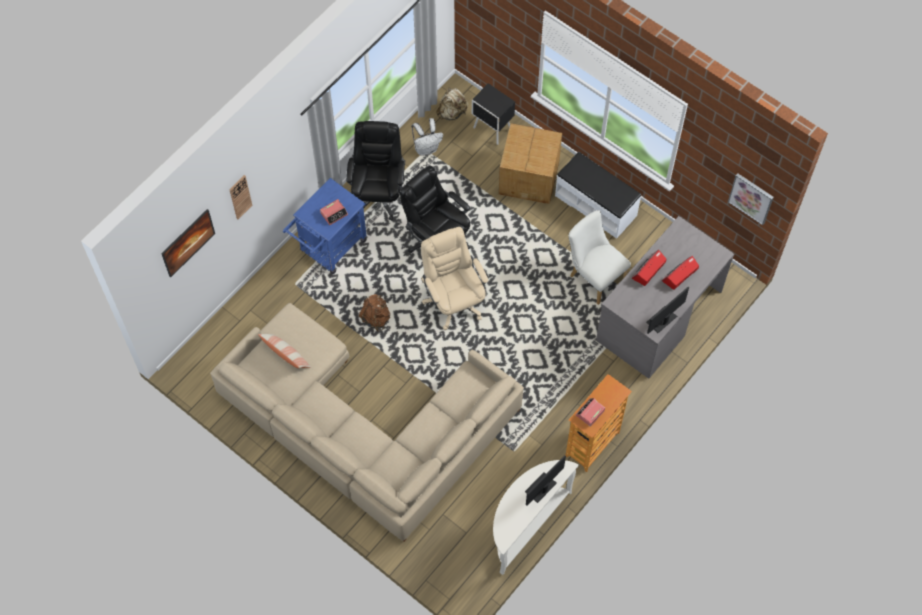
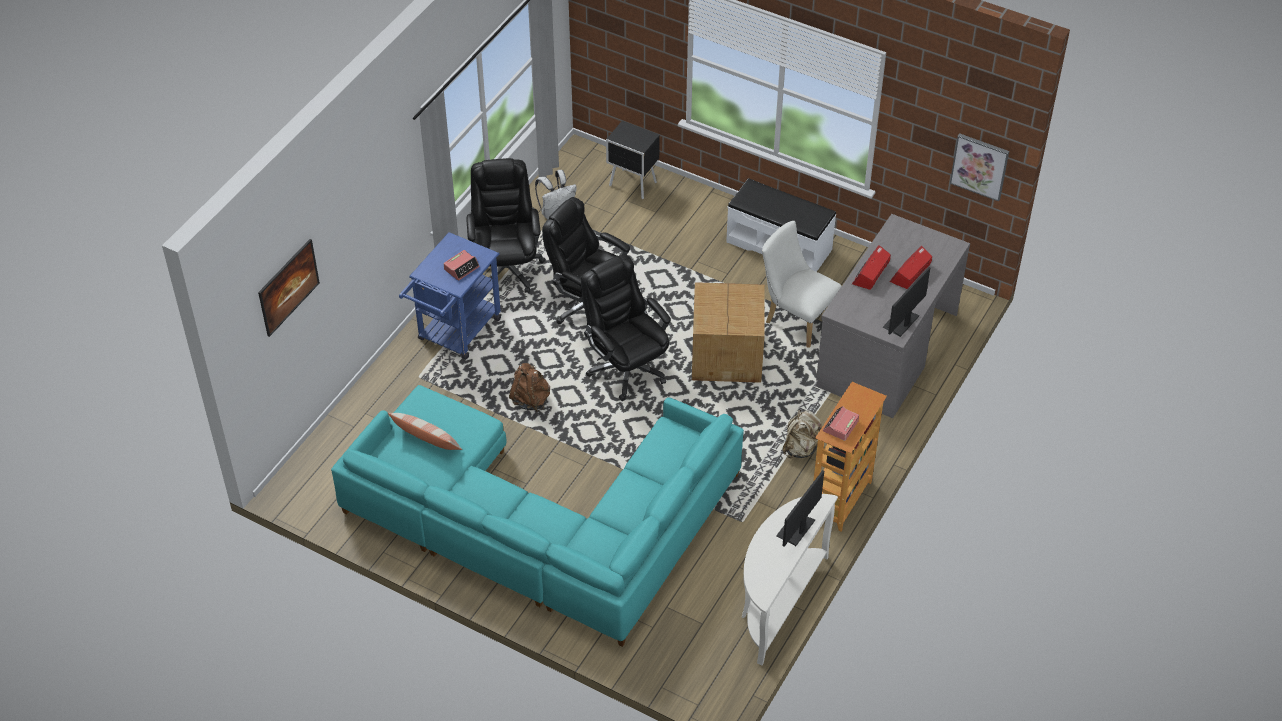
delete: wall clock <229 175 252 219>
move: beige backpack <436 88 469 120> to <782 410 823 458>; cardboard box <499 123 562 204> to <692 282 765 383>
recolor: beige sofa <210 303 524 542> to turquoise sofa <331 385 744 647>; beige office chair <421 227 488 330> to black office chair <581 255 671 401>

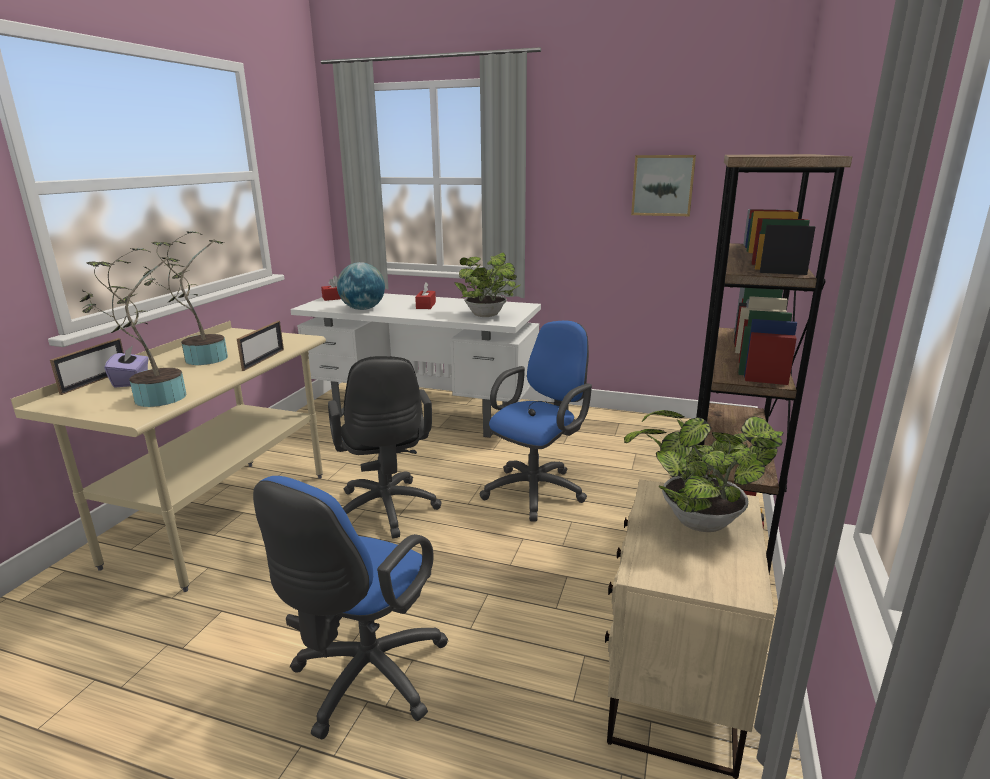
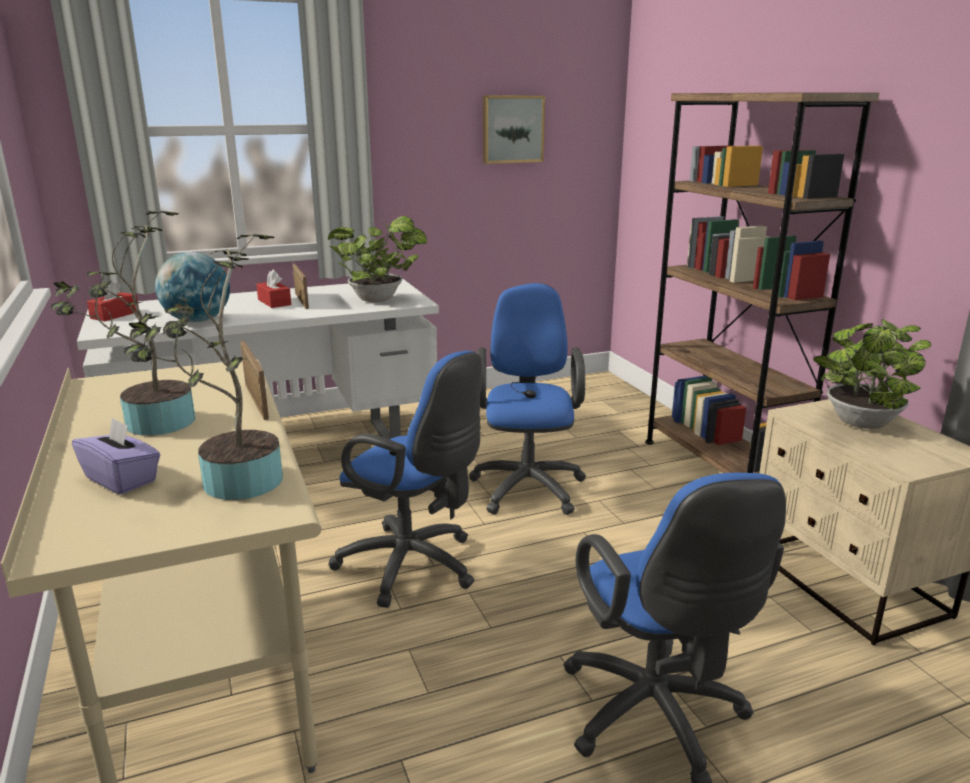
move: picture frame <50 338 124 395> to <292 264 309 309>
recolor: black office chair <328 356 441 538> to blue office chair <329 351 482 608>

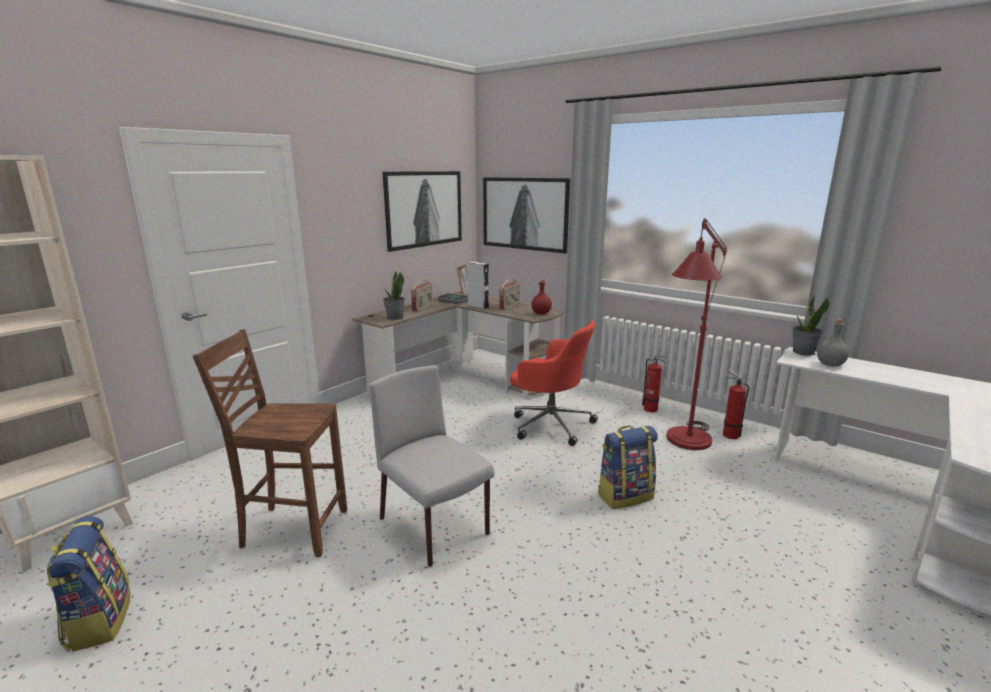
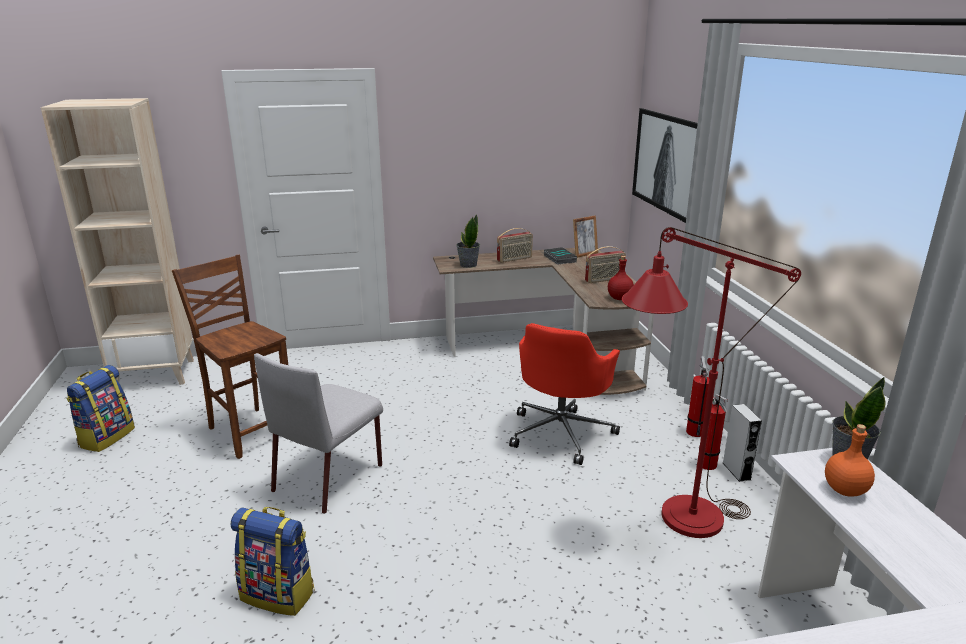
delete: picture <383 171 462 252>
move: grey speaker <467 262 489 309> to <723 404 762 482>; backpack <598 426 658 509> to <231 507 314 616>; fire extinguisher <723 370 749 439> to <686 356 709 437>
recolor: grey bottle <817 319 849 367> to orange bottle <825 424 875 497>
rotate: grey chair <369 365 495 567> = <254 353 383 514> 150 degrees counterclockwise; red office chair <510 321 598 446> = <509 323 620 465> 45 degrees clockwise

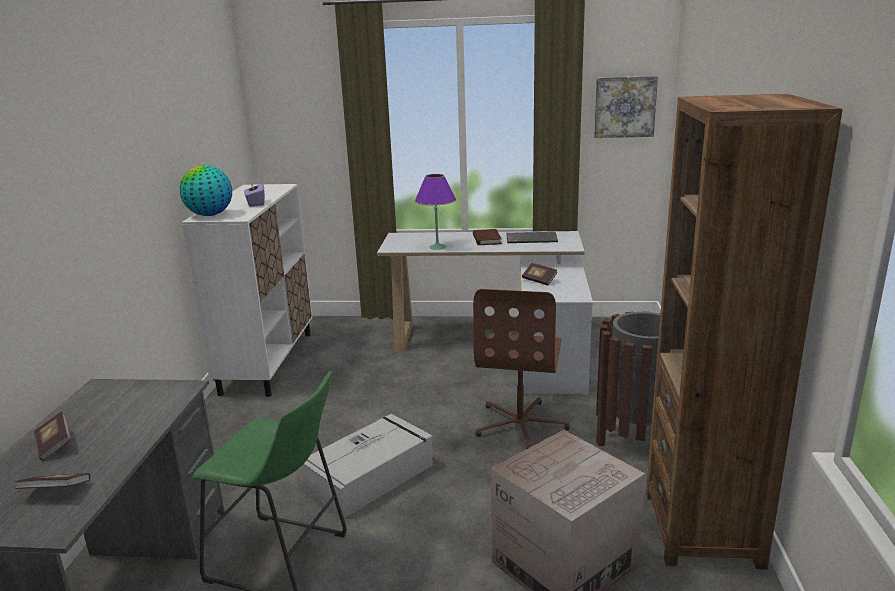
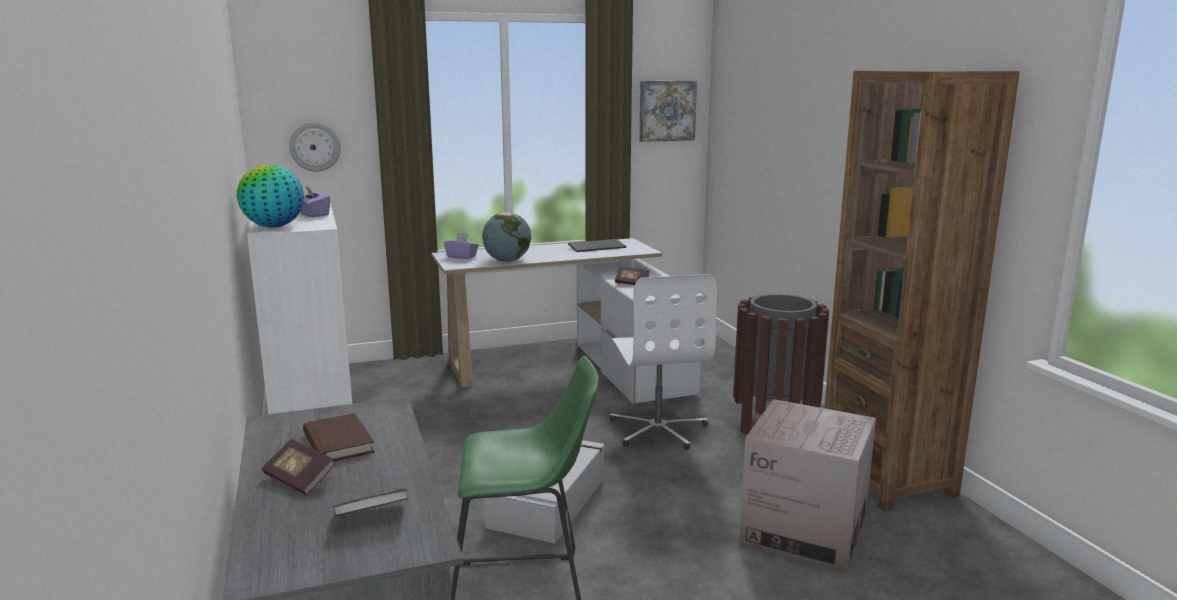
insert: wall clock <289 122 341 172>; purple tissue box <444 233 479 259>
move: brown book <473 229 502 245> to <303 413 375 462>
replace: purple table lamp <415 174 456 250> to globe <482 212 531 262>
recolor: brown office chair <473 289 570 449> to white office chair <610 274 717 450>

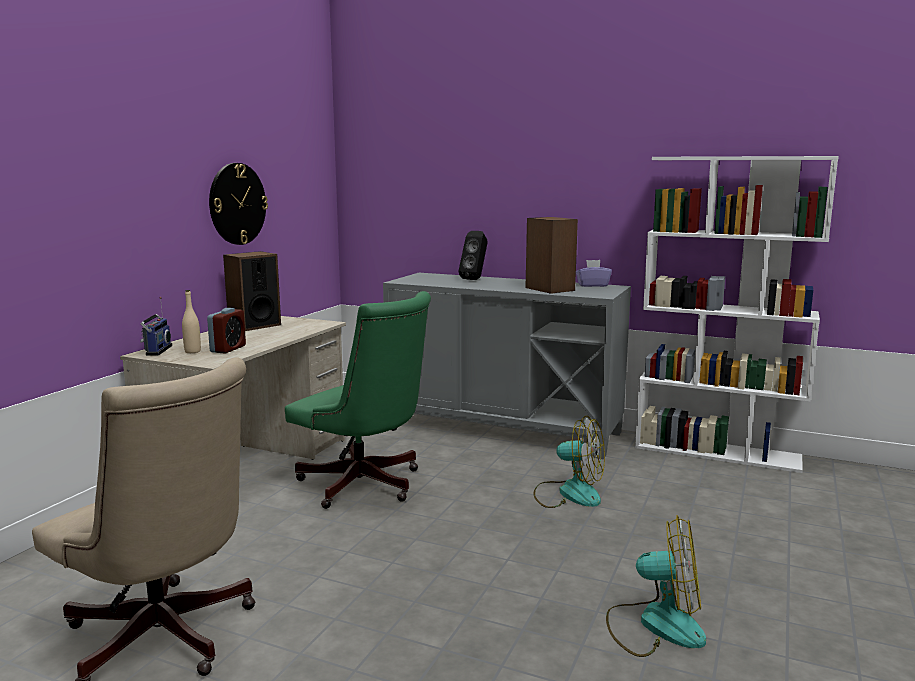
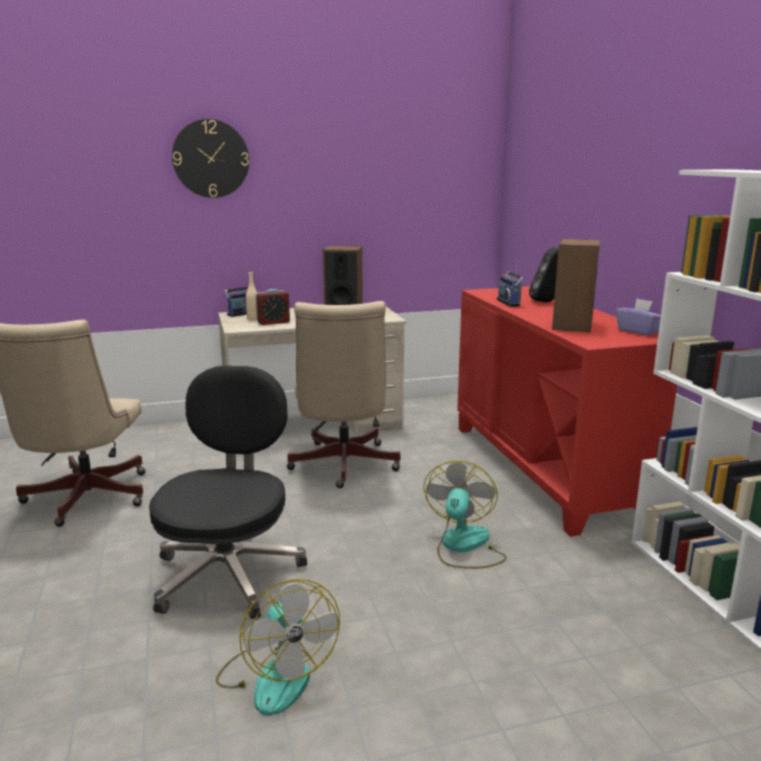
insert: black office chair <149 365 307 619>; radio <497 260 524 307>
move: wall clock <209 163 268 245> to <172 119 249 198>
recolor: green office chair <285 291 431 509> to beige office chair <287 301 400 488>; grey cabinet <383 273 631 459> to red cabinet <457 286 677 537>
rotate: fan <533 416 605 508> = <423 460 507 569> 150 degrees counterclockwise

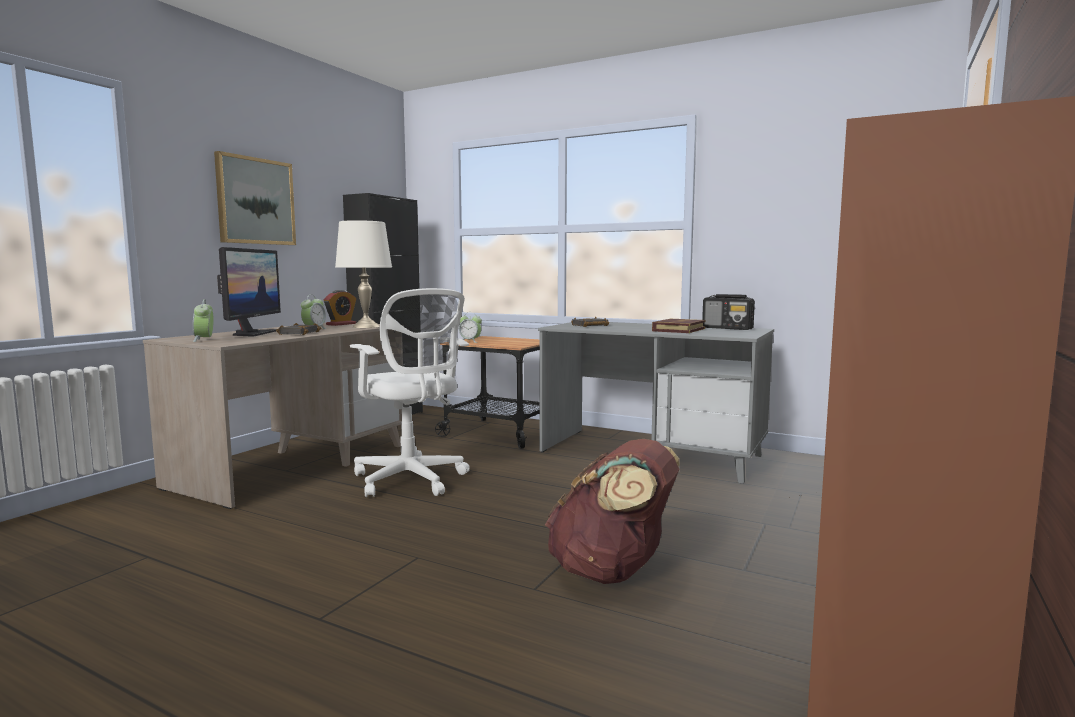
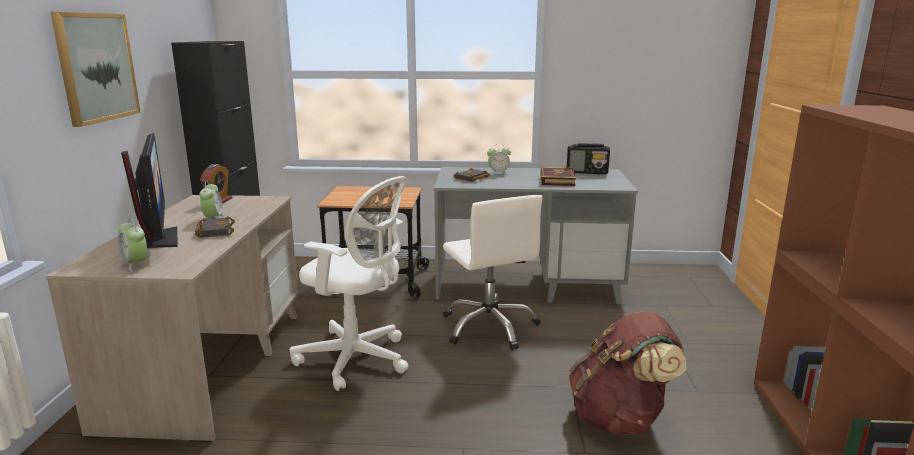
delete: white table lamp <335 220 392 328>
insert: white office chair <443 195 543 350>
move: alarm clock <459 312 482 343> to <487 144 511 175>

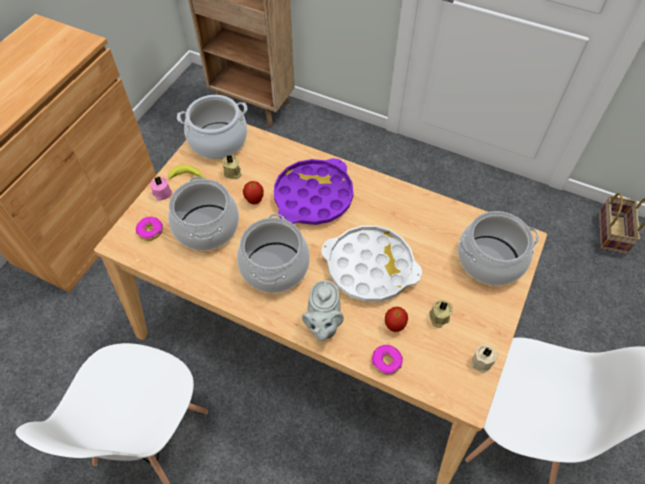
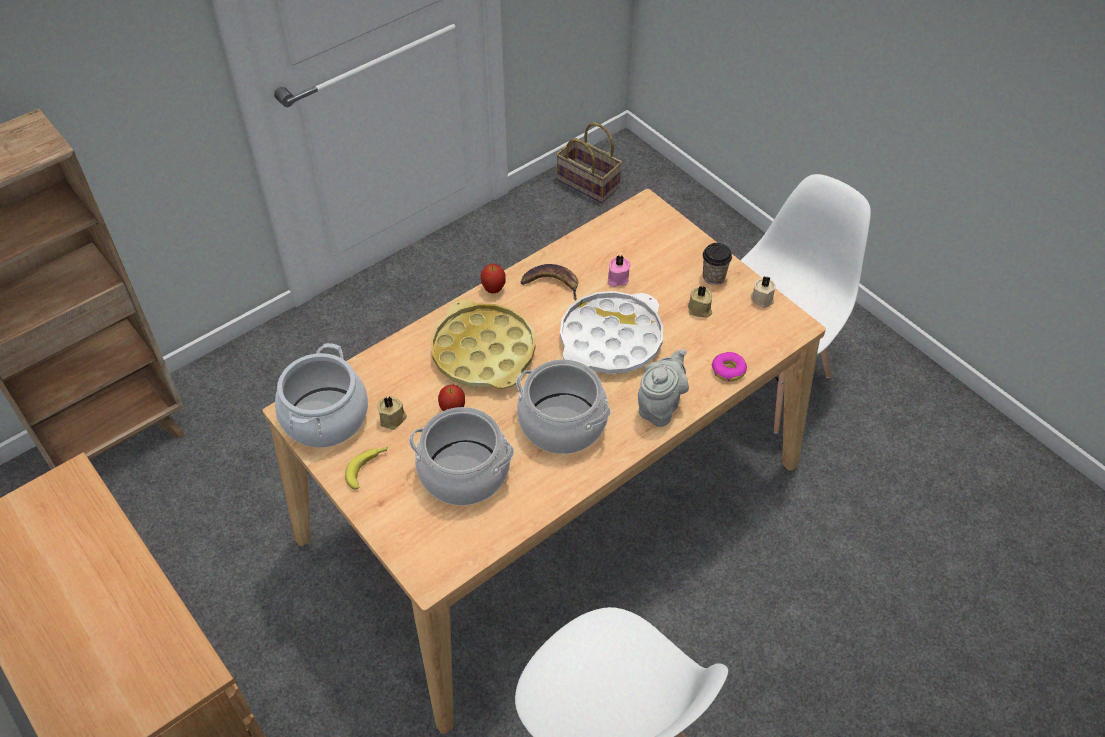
delete: donut <136 217 163 241>; cooking pot <458 211 539 286>
insert: banana <520 264 578 300>; cup <703 243 732 285>
move: pink candle <150 177 172 201> to <608 255 631 287>; apple <385 307 408 332> to <481 264 506 293>
recolor: purple tray <274 158 354 225> to yellow tray <431 300 536 389>
rotate: grey teapot <302 280 344 341> = <638 349 689 427> 90 degrees counterclockwise

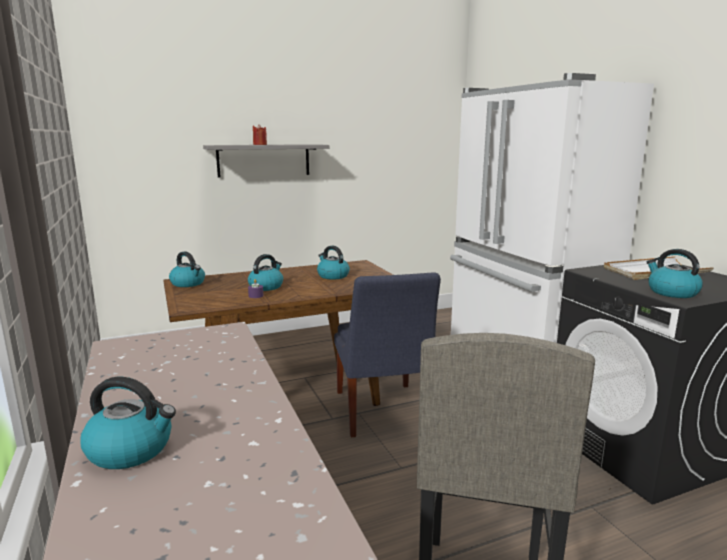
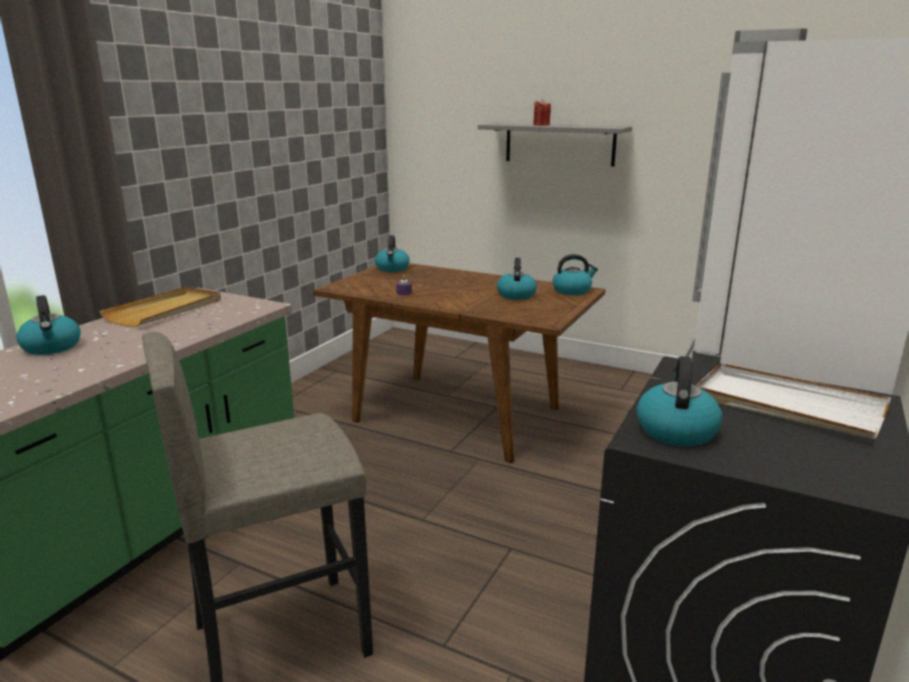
delete: blue chair <334 272 441 437>
insert: beige tray <99 287 221 327>
move: kettle <248 254 283 291> to <553 254 598 295>

